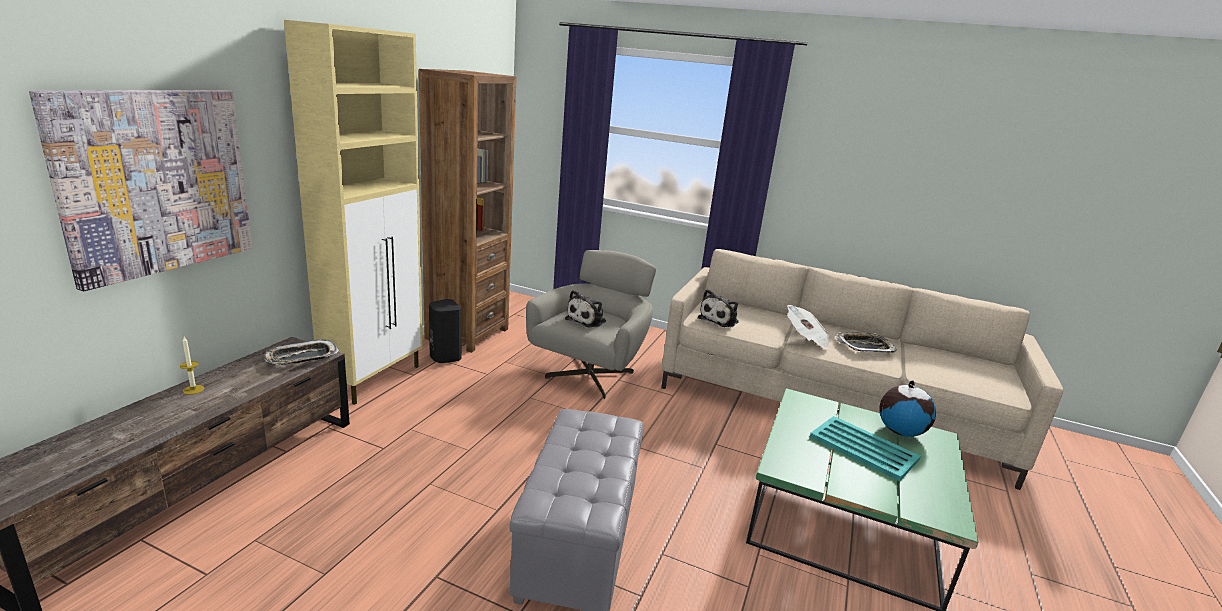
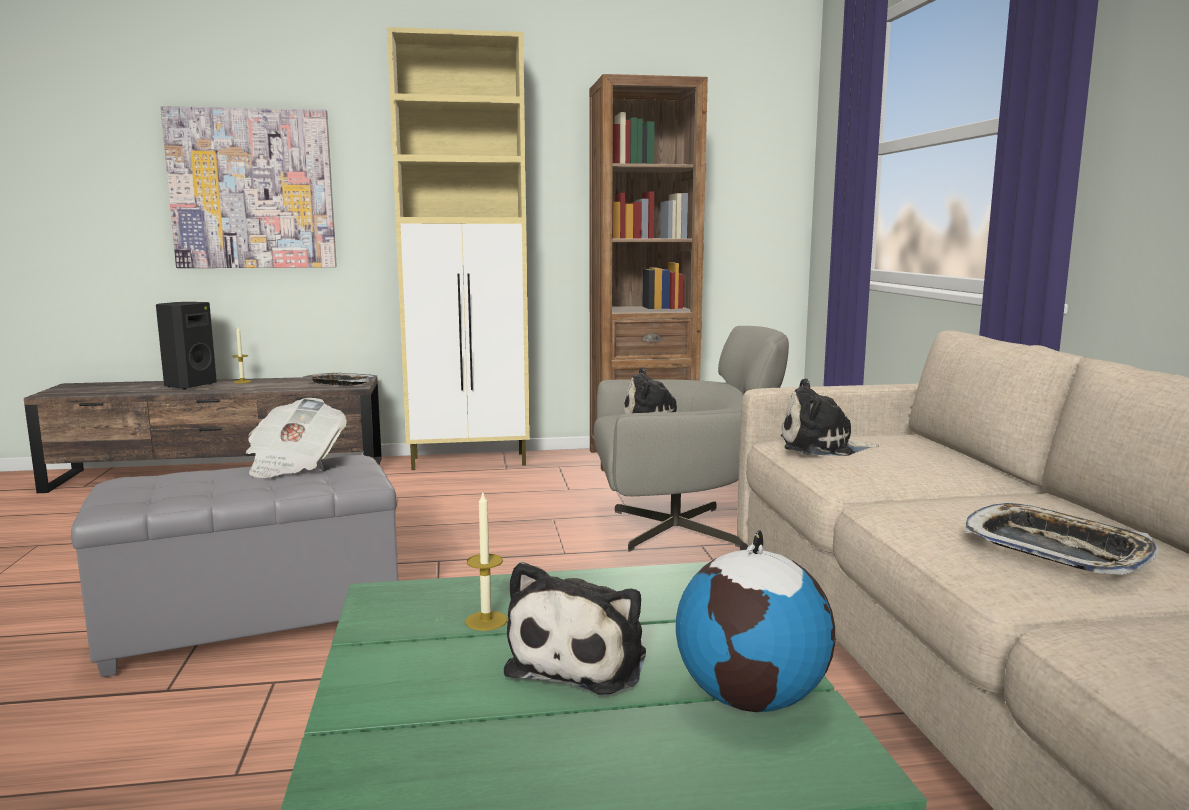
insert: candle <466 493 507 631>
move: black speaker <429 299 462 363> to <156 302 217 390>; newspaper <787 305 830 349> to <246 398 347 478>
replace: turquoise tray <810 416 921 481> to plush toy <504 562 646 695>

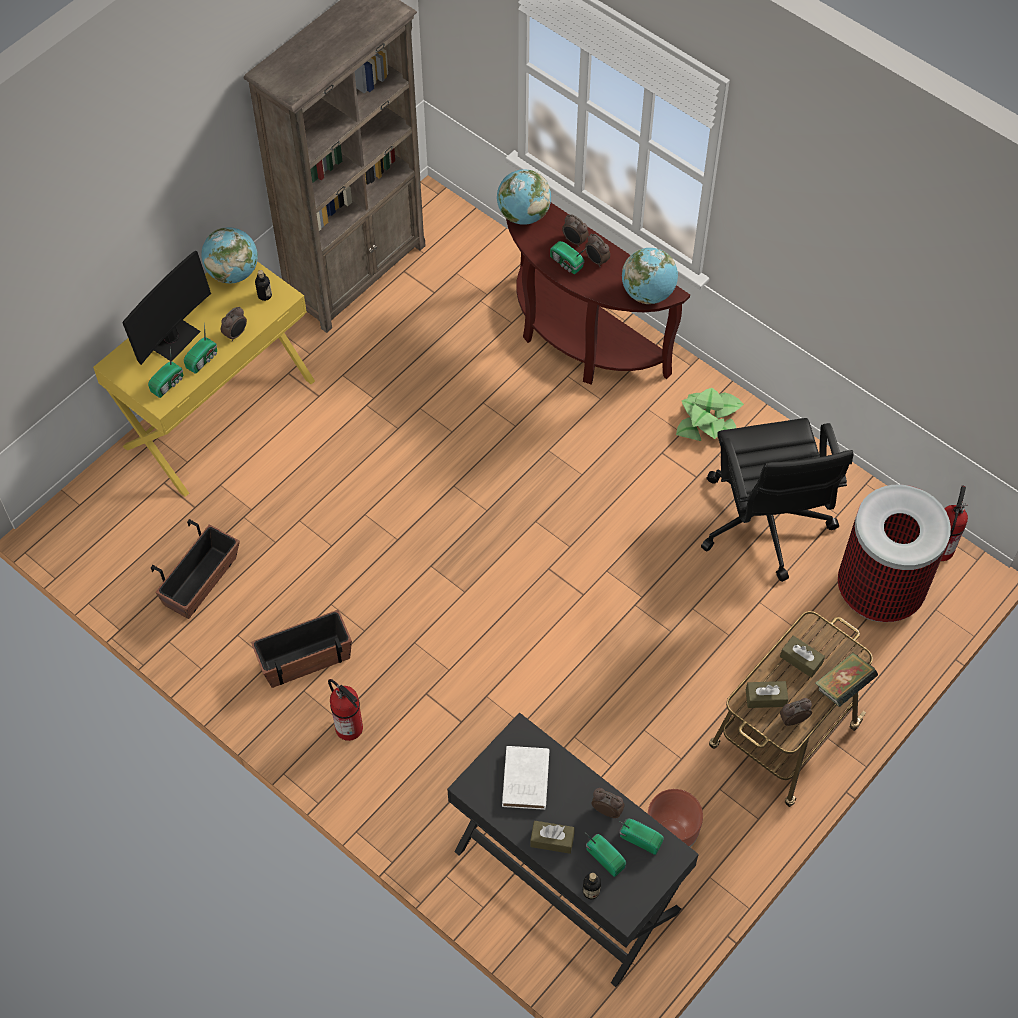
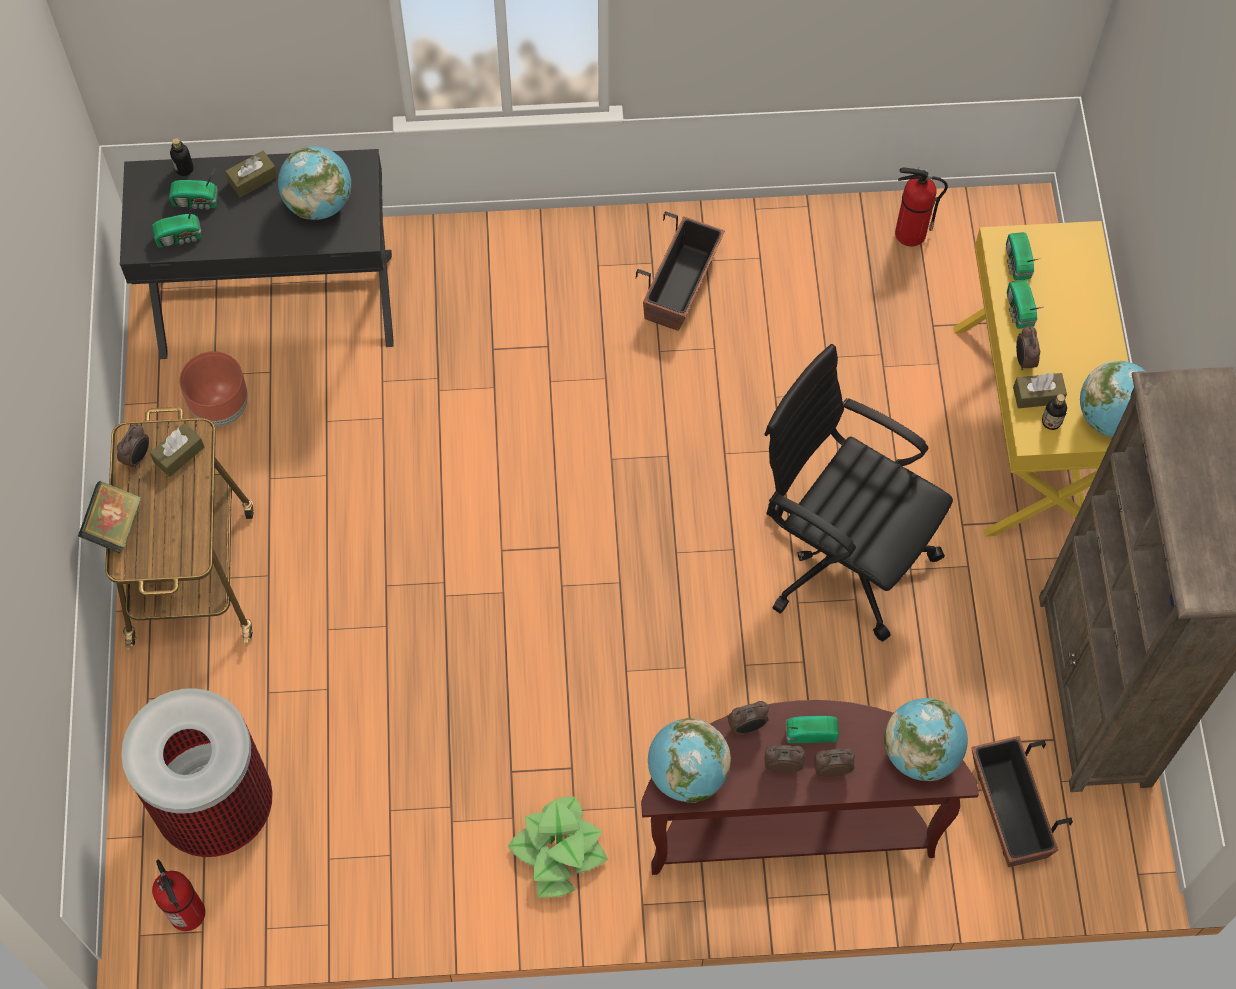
delete: monitor <122 250 211 365>
move: planter <151 519 240 619> to <971 736 1073 867>; fire extinguisher <328 679 363 741> to <895 168 948 246>; alarm clock <591 788 625 819> to <727 701 769 735>; black office chair <701 418 854 582> to <764 344 953 642>; brown tissue box <780 635 825 678> to <1013 373 1067 408>
replace: white book <502 746 549 810> to globe <278 146 352 220>

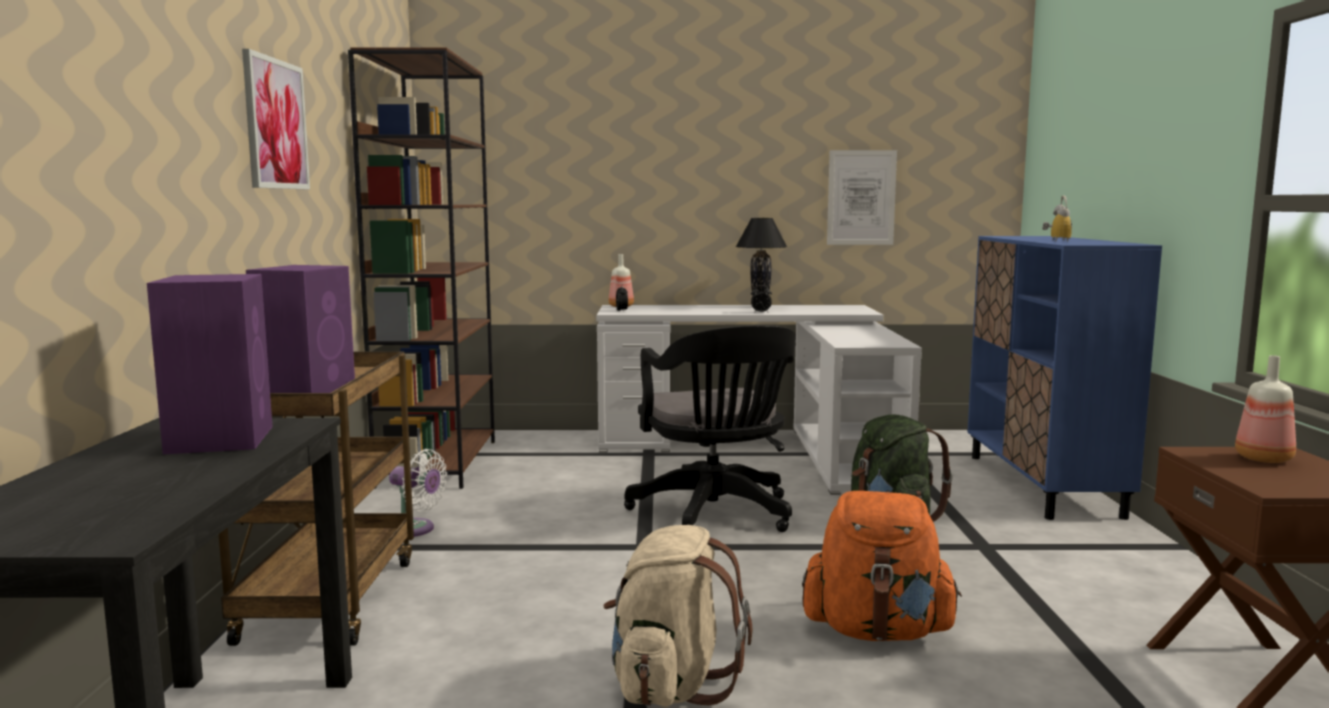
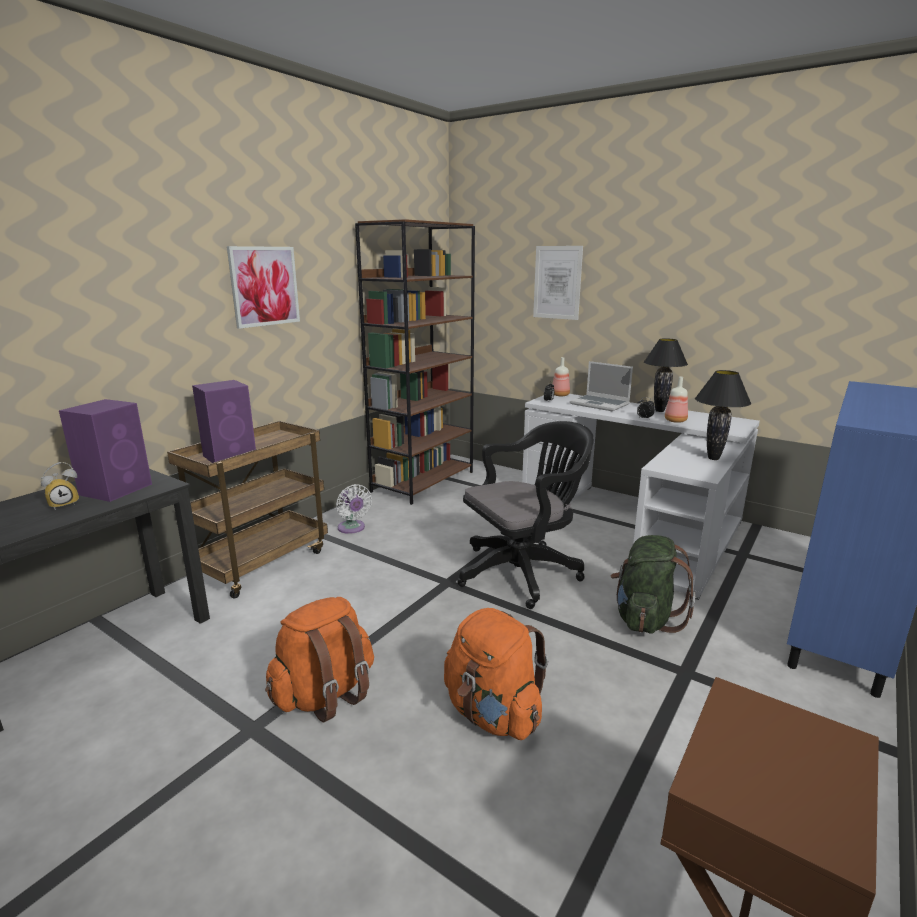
insert: laptop <570 361 633 411>; black table lamp <695 370 751 460>
move: picture <827 150 897 245> to <533 246 583 320>; alarm clock <1042 195 1072 242> to <41 462 79 510>; bottle <1235 355 1296 463> to <665 377 688 423>
recolor: beige backpack <603 525 752 707> to orange backpack <265 597 374 722>
rotate: black office chair <624 325 796 532> = <457 421 594 609> 135 degrees counterclockwise

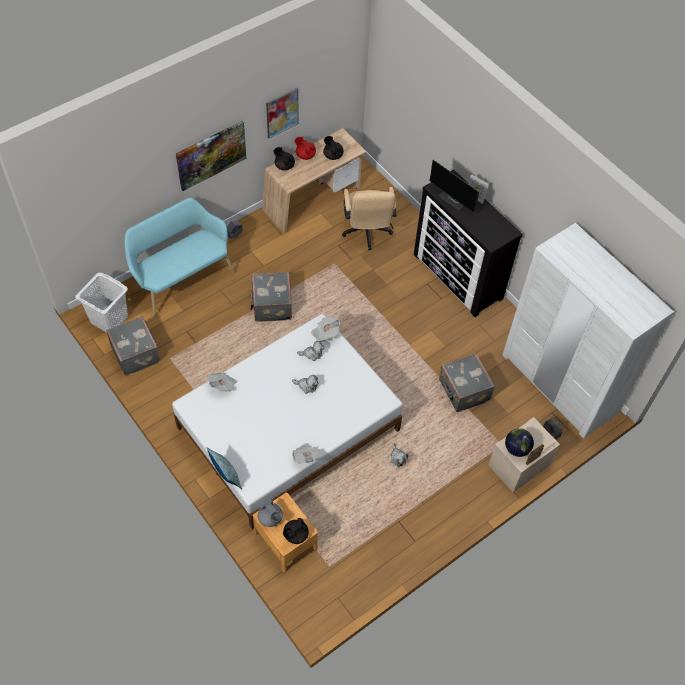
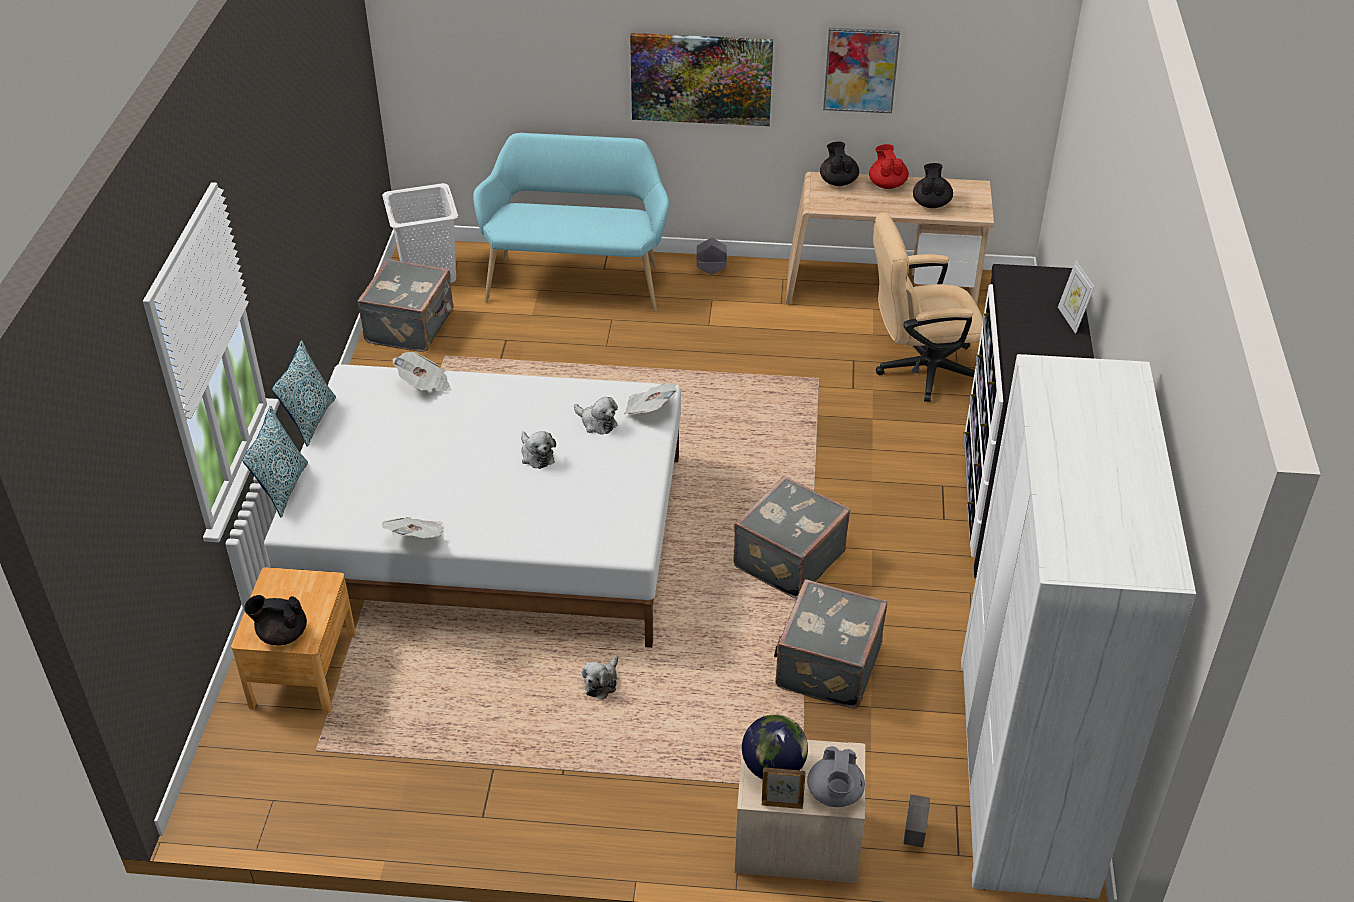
delete: monitor <429 160 479 213>
insert: pillow <272 340 336 447>
move: grey suitcase <250 272 292 322> to <733 476 851 599>; grey teapot <258 500 283 527> to <807 746 865 807>
rotate: beige office chair <342 187 397 250> = <873 213 983 402> 45 degrees clockwise

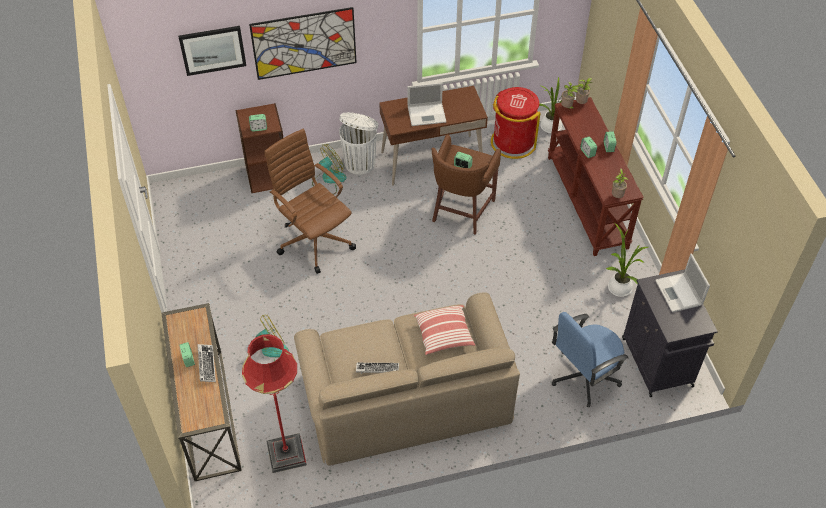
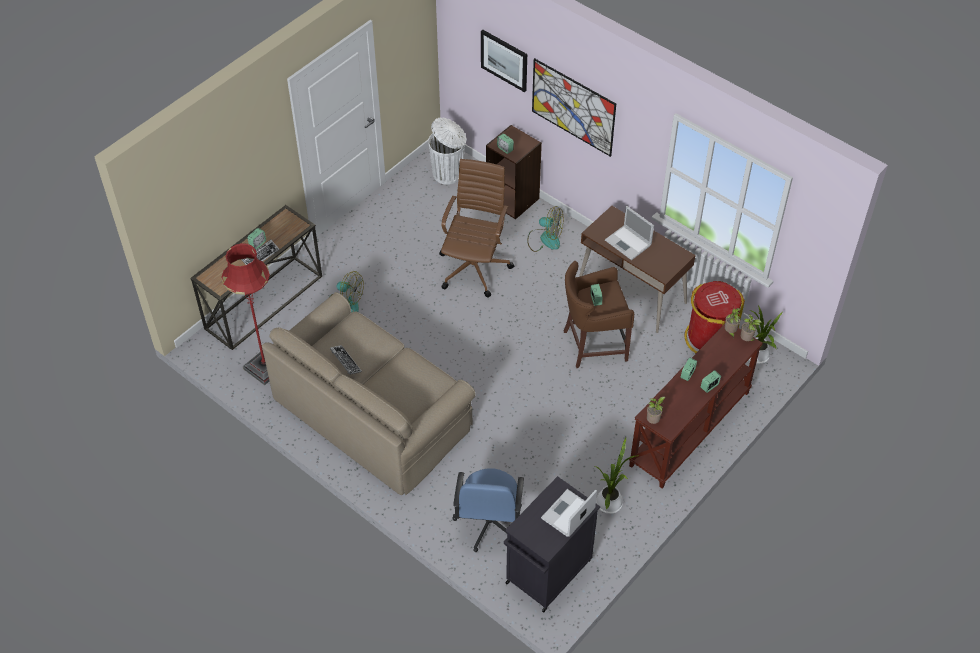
delete: pillow <414 305 475 355>
move: white trash can <339 112 379 175> to <428 117 467 185>
rotate: blue office chair <552 312 628 407> = <452 468 524 552> 105 degrees counterclockwise

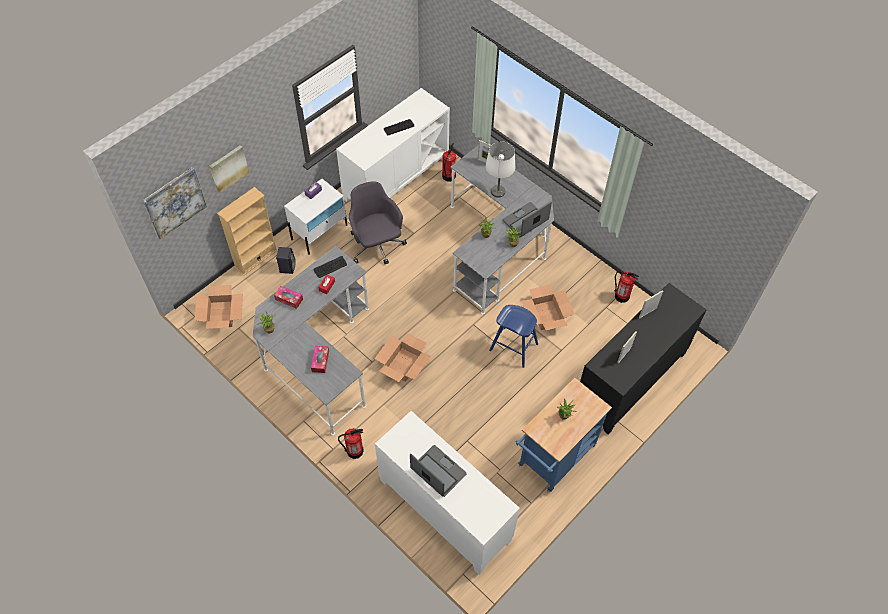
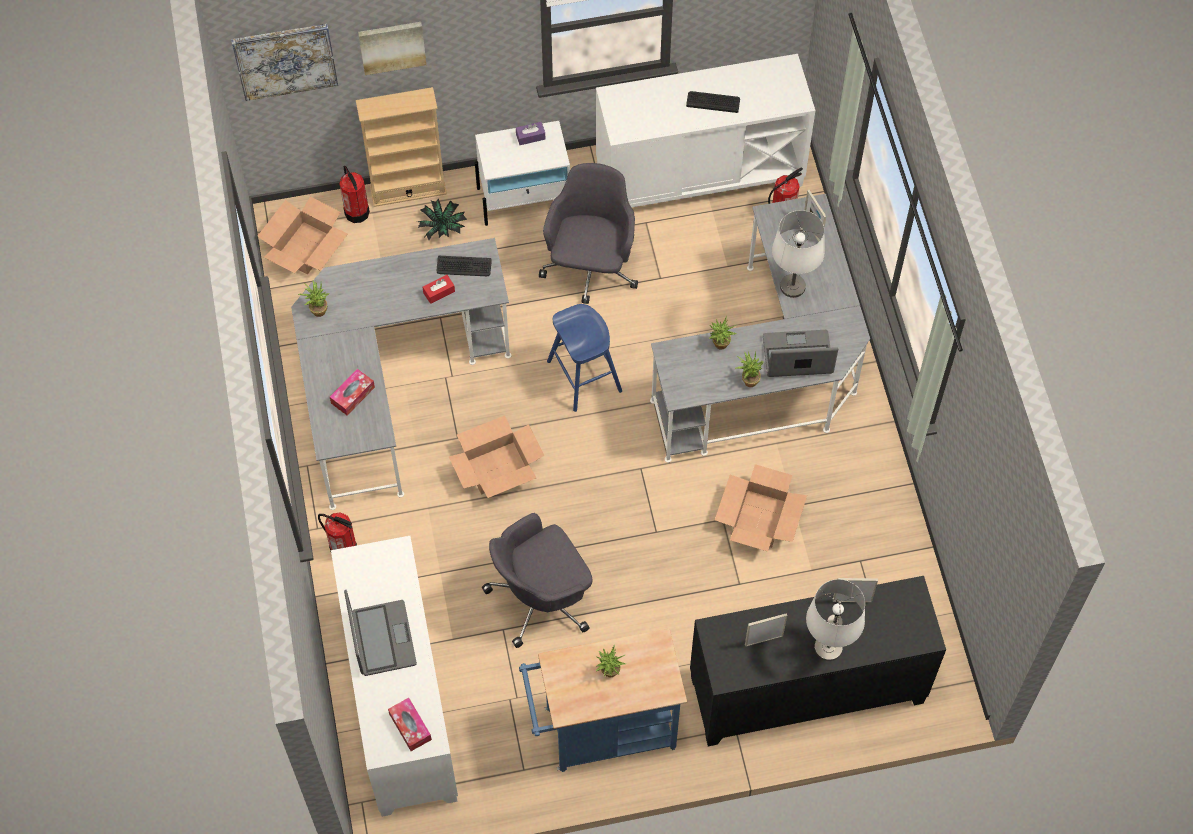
insert: grey office chair <482 513 593 648>; white table lamp <806 579 865 661>
move: tissue box <274 286 303 309> to <388 698 432 751>; blue stool <489 305 538 368> to <547 304 622 412>; fire extinguisher <614 271 639 303> to <339 166 370 223>
replace: black speaker <276 247 296 274> to potted plant <418 198 467 240>

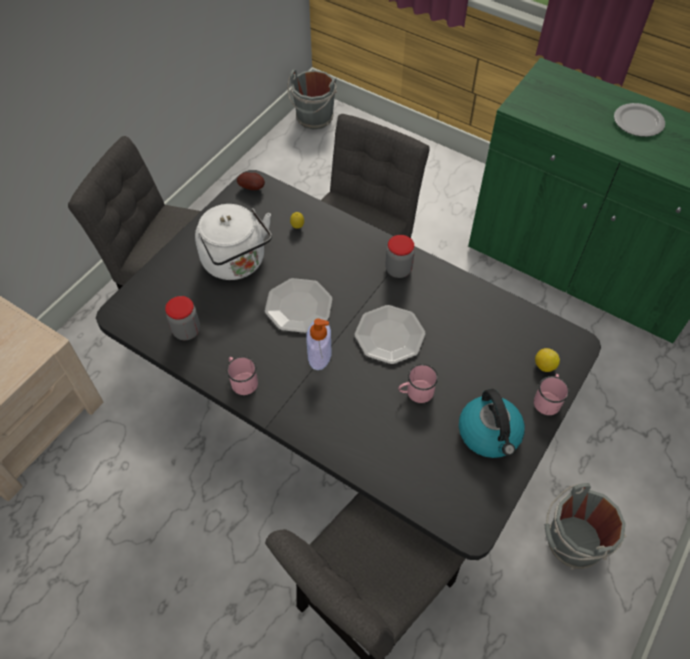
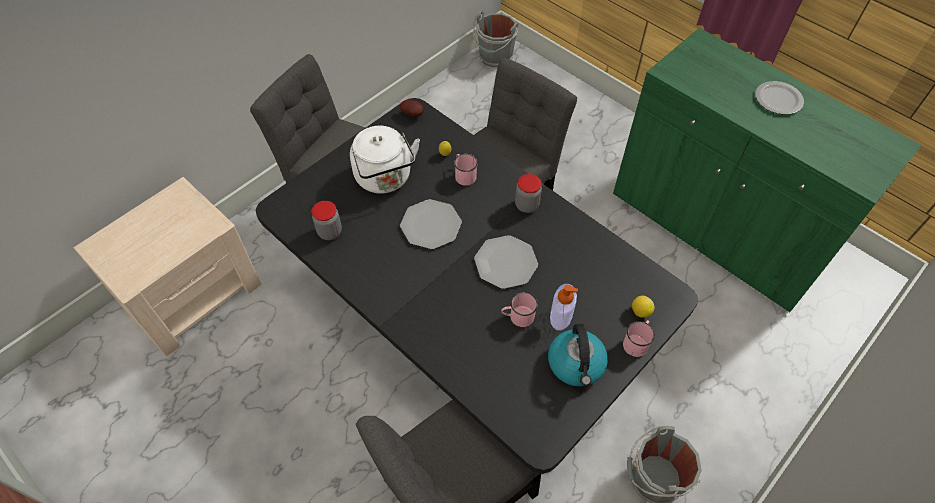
move: pink mug <226 356 258 395> to <454 154 478 186>; soap dispenser <306 318 331 370> to <550 284 578 330>

